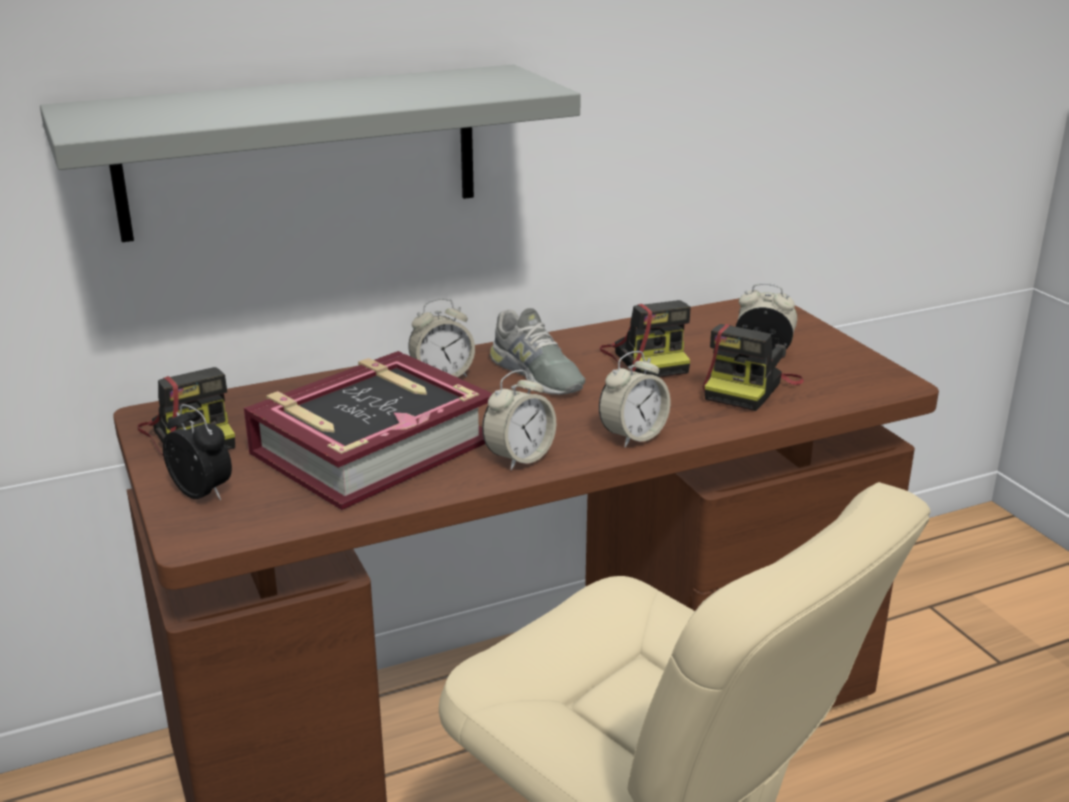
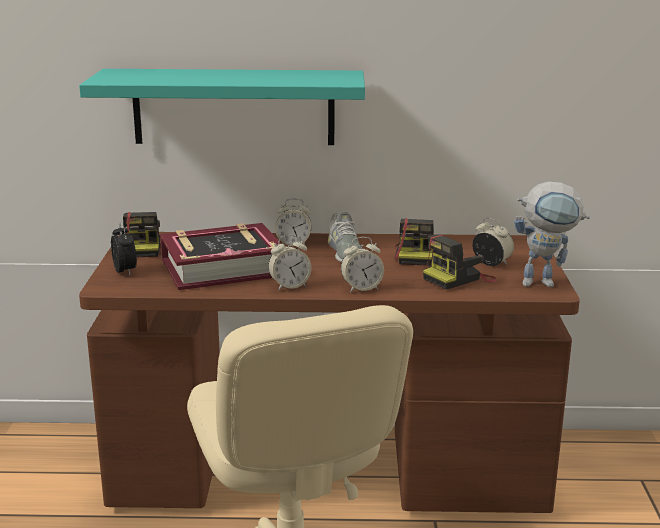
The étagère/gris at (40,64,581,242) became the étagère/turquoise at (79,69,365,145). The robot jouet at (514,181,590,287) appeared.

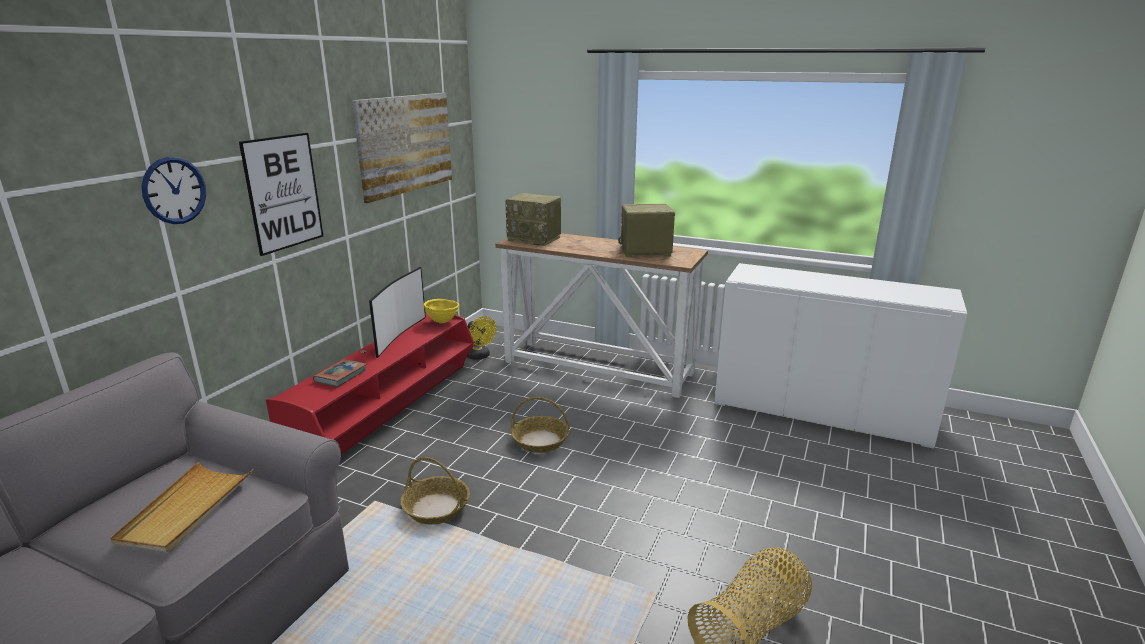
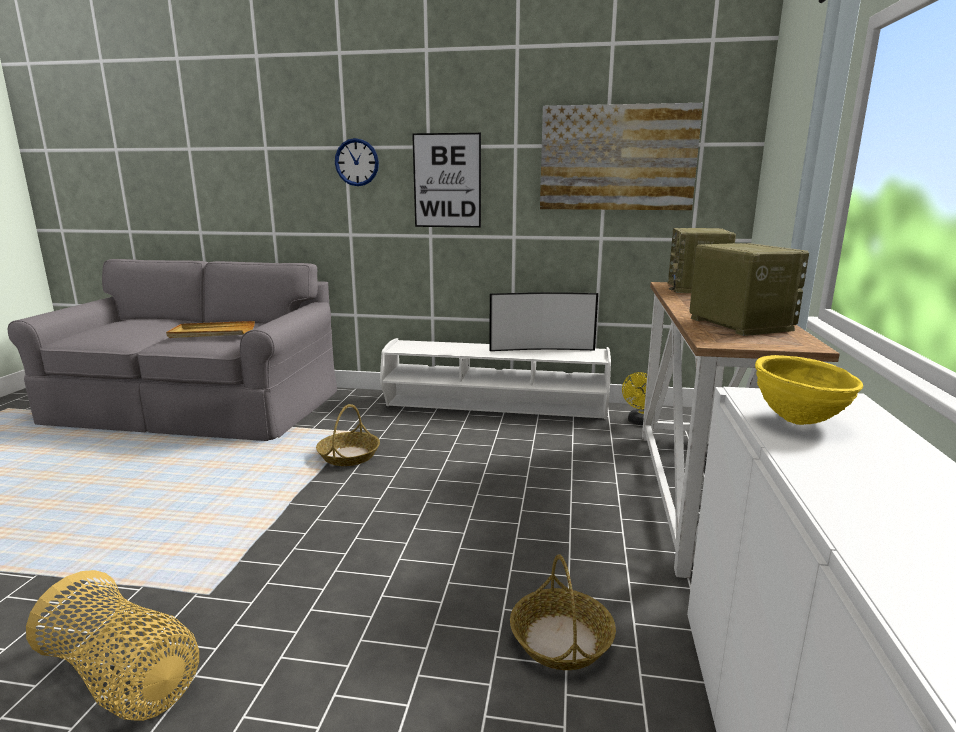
The meuble télé/rouge at (266,312,474,455) became the meuble télé/blanc at (380,338,611,419). The livre at (313,359,367,387) disappeared. The bol/jaune moved from (424,299,459,324) to (755,355,863,425). The panier moved from (511,397,569,453) to (510,554,616,670).

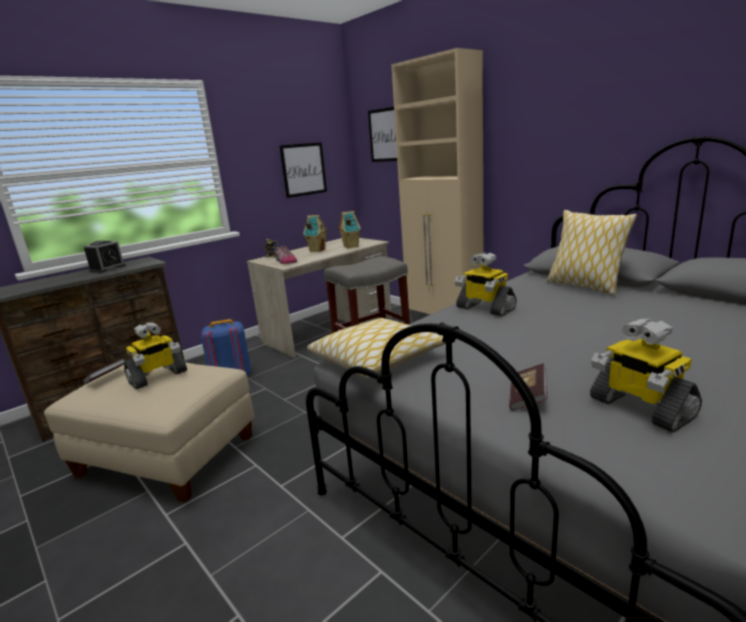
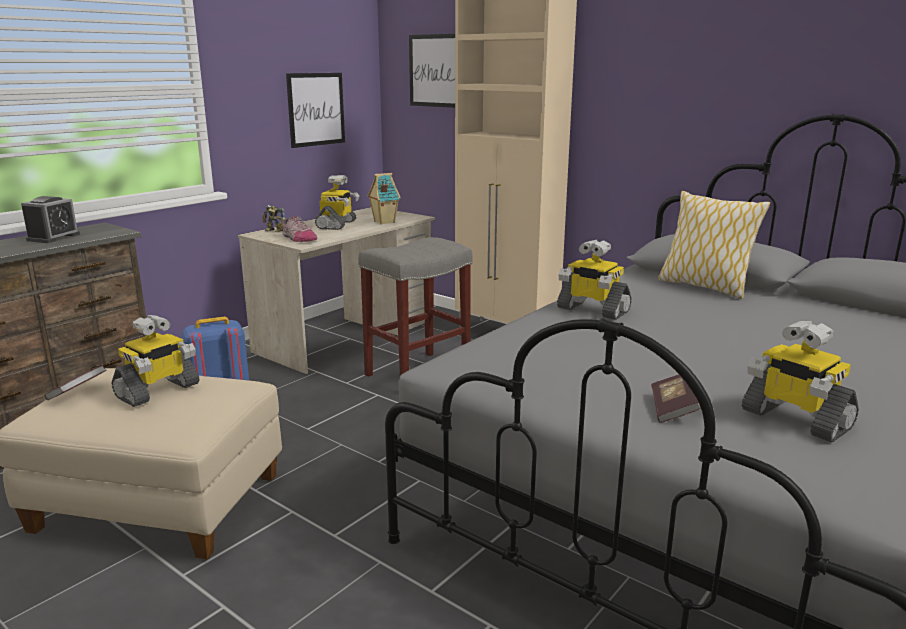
The maison miniature at (303,215,328,252) was replaced by the robot jouet at (315,175,359,230). The coussin at (307,318,446,378) disappeared.

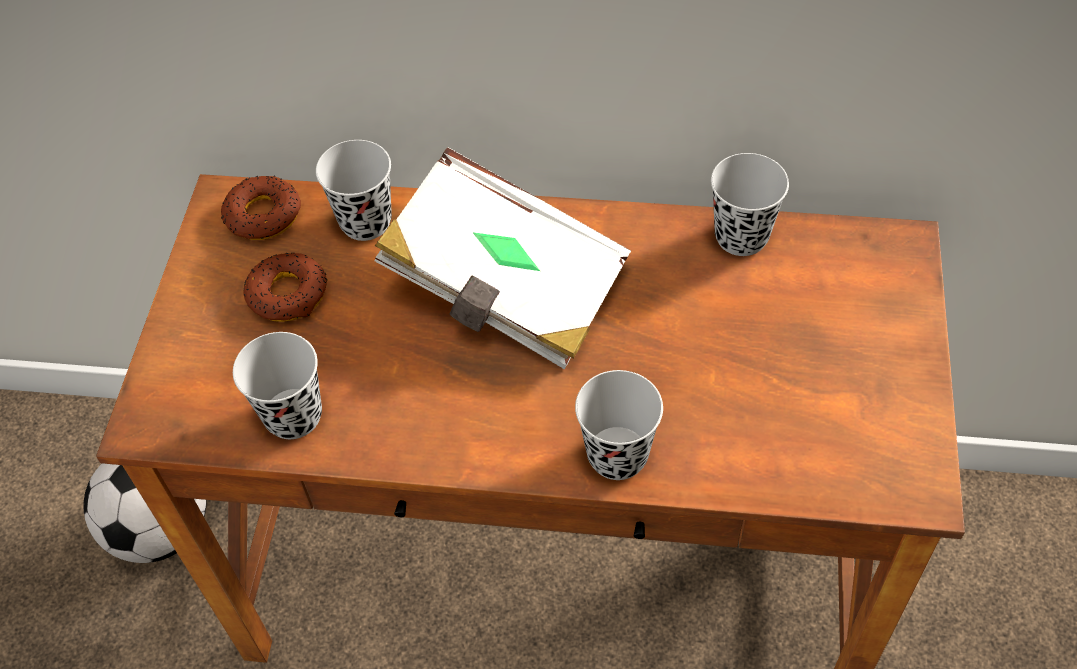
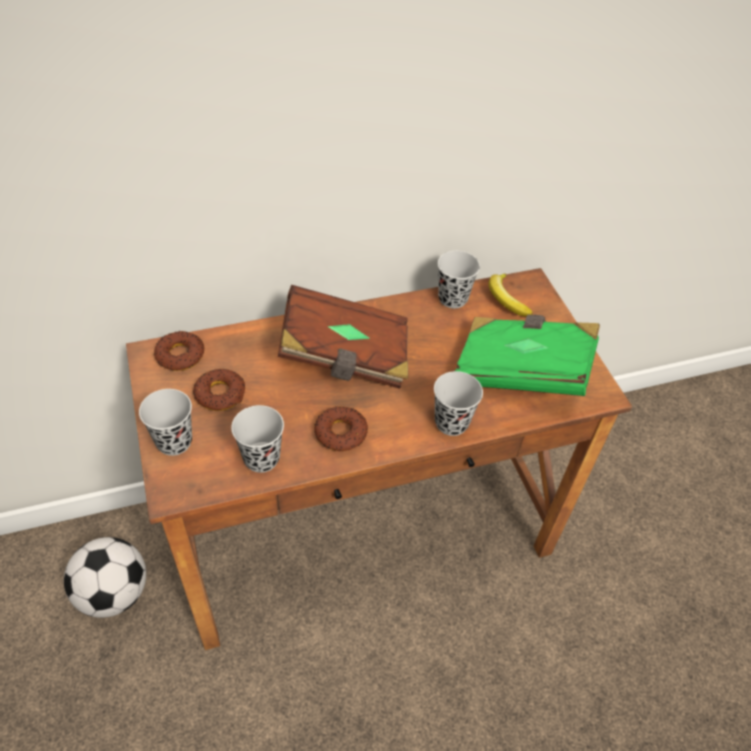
The tasse/noir moved from (316,140,392,241) to (139,389,192,456). The livre/blanc at (375,147,631,369) became the livre/marron at (278,285,408,389). The beignet at (314,406,368,451) appeared. The livre/vert at (455,315,600,396) appeared. The banane at (489,274,533,316) appeared.

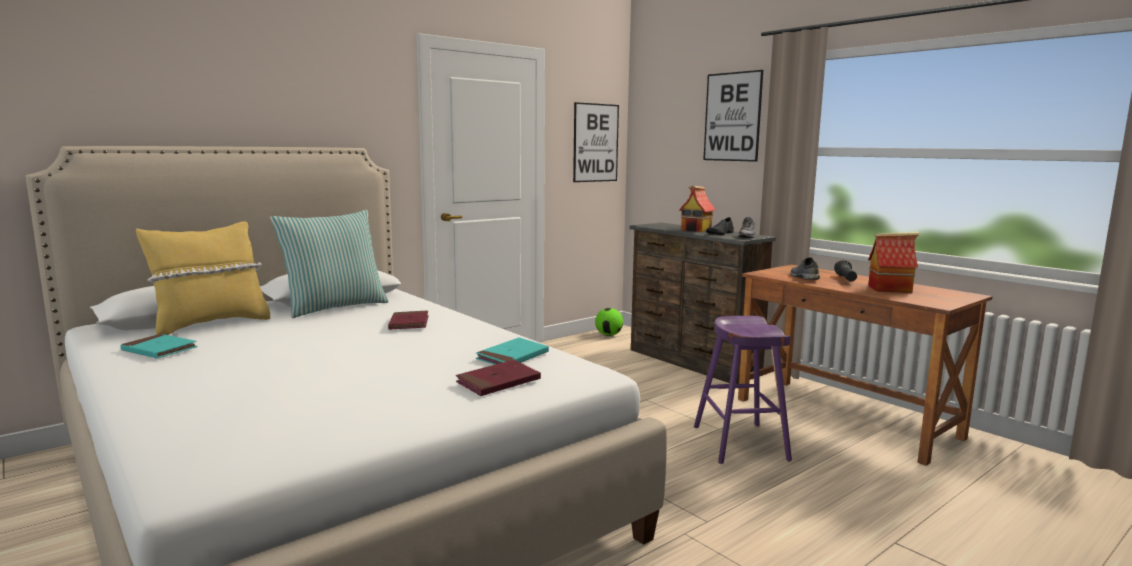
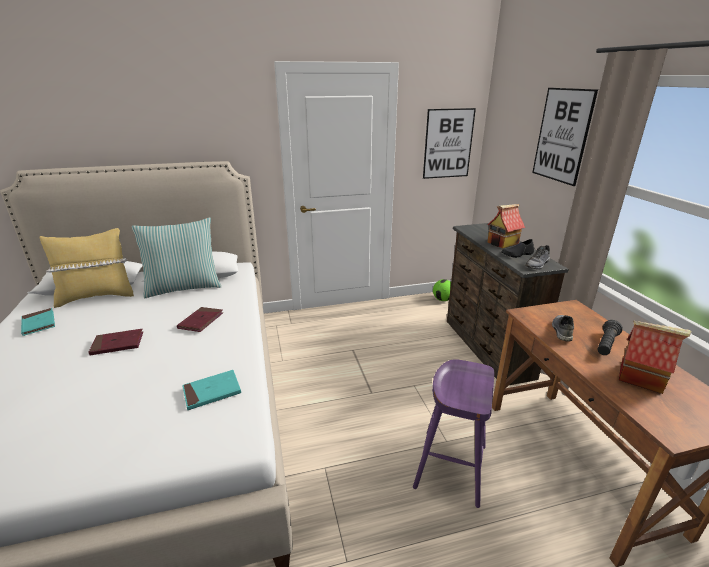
The livre/rouge moved from (456,360,541,396) to (88,329,143,355).

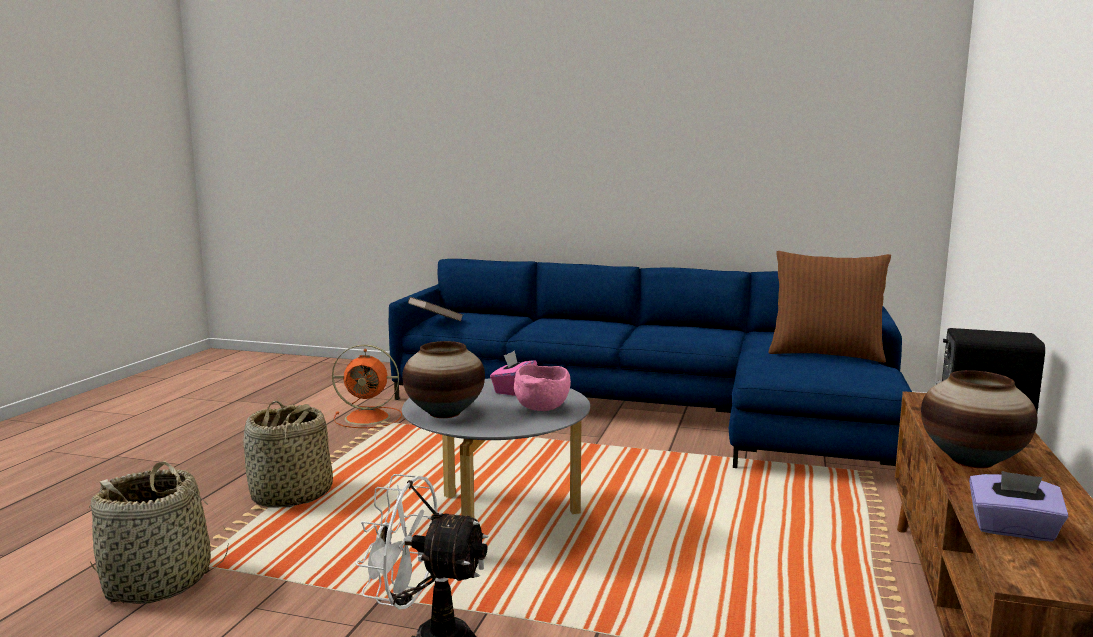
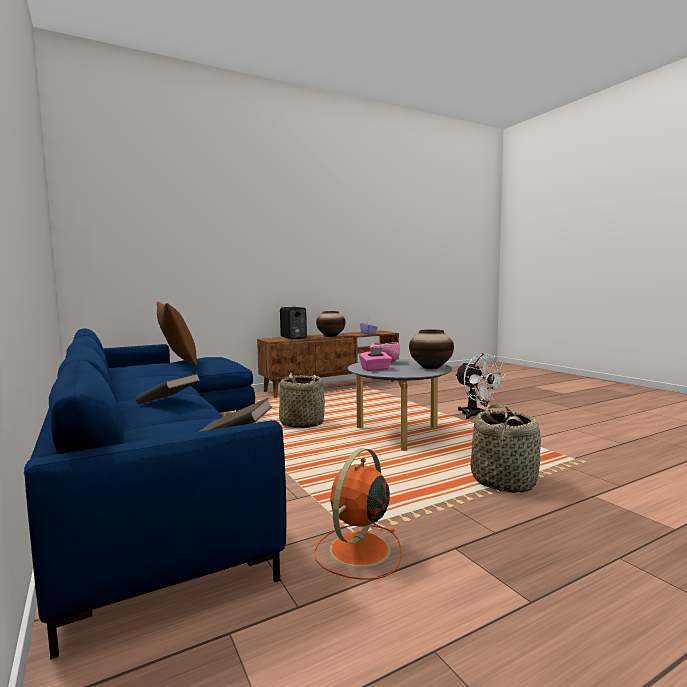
The panier moved from (88,461,229,604) to (279,372,325,428). The ventilateur/orange at (332,345,402,428) turned 105 degrees counterclockwise. The livre/marron at (136,373,201,404) appeared.

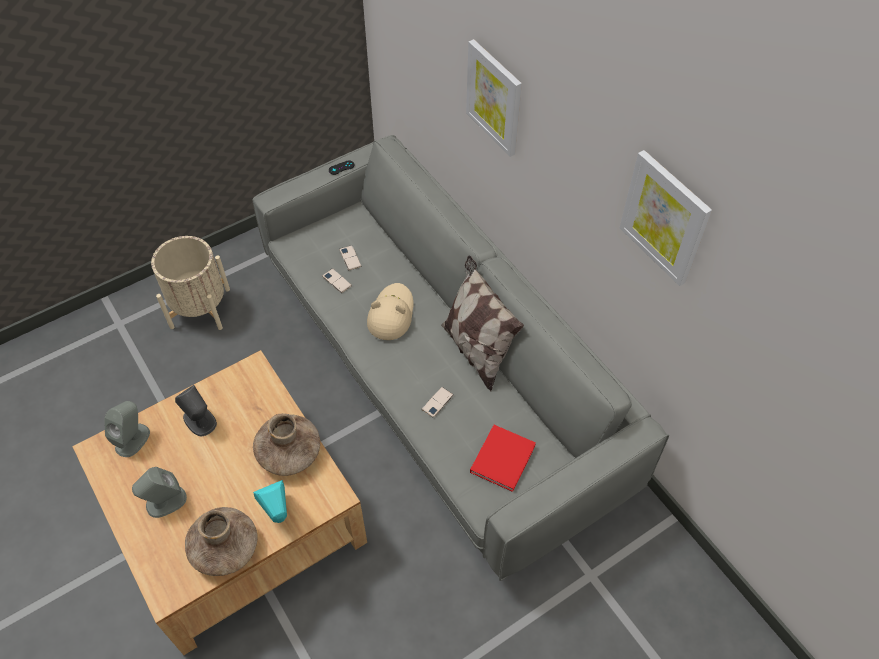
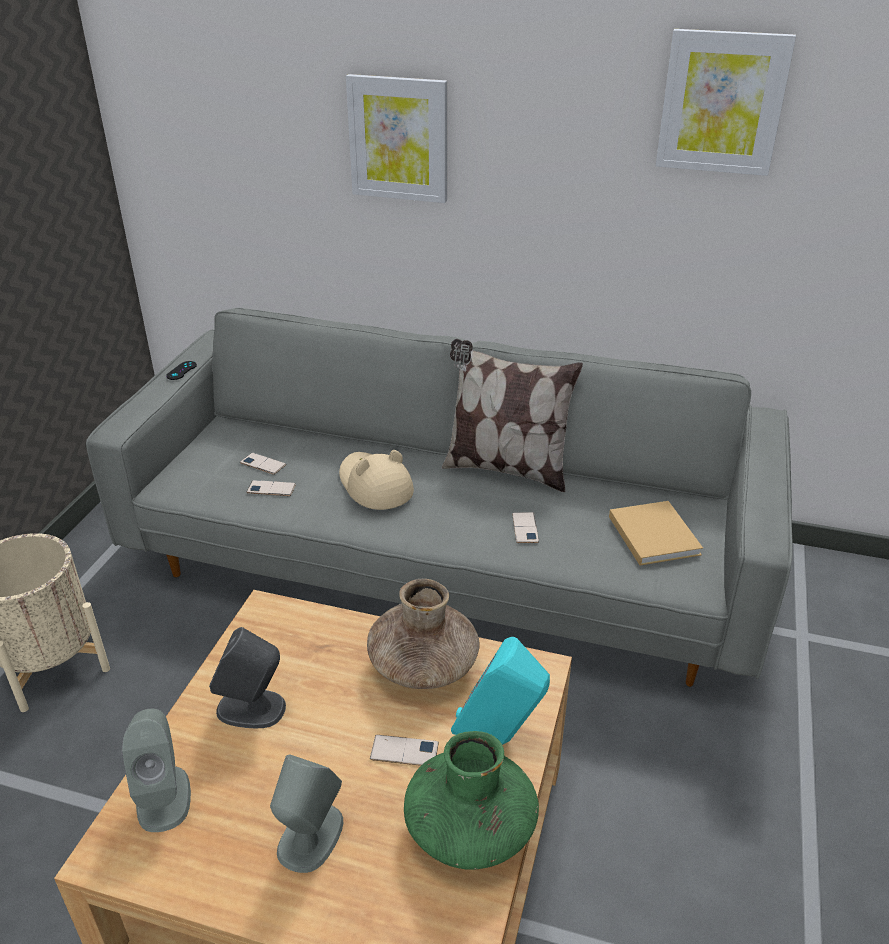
The vase/marron at (185,507,258,576) became the vase/vert at (404,731,539,870). The livre/rouge at (470,425,536,492) became the livre/beige at (609,501,703,565). The téléphone at (370,735,439,766) appeared.

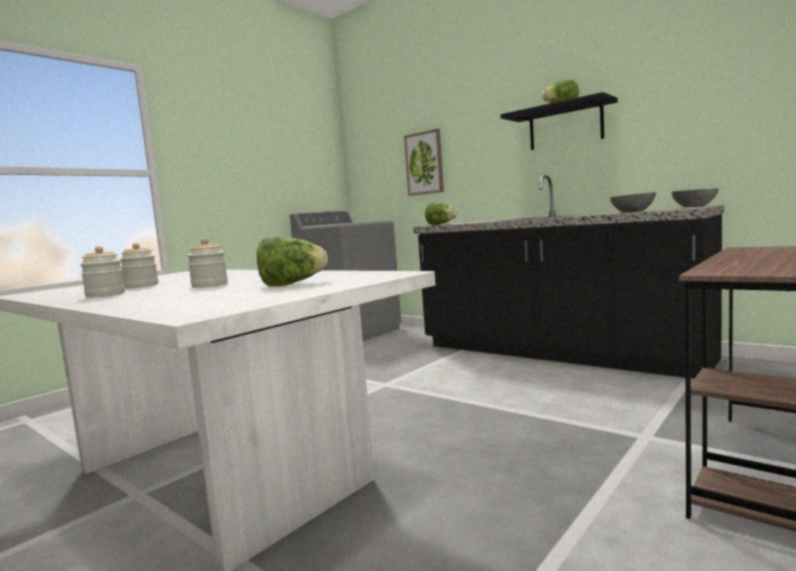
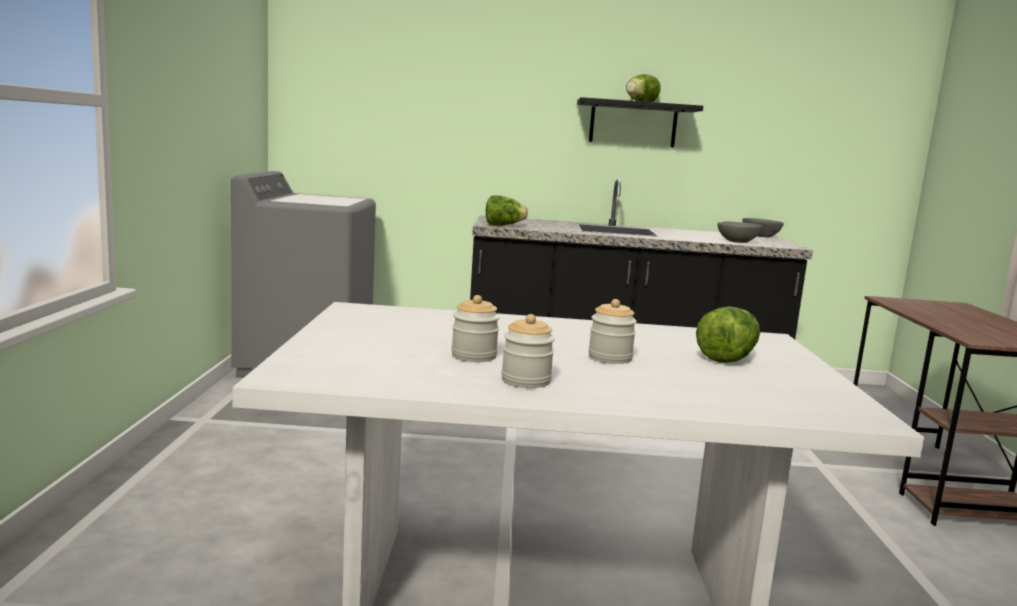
The tableau at (404,129,444,196) disappeared.

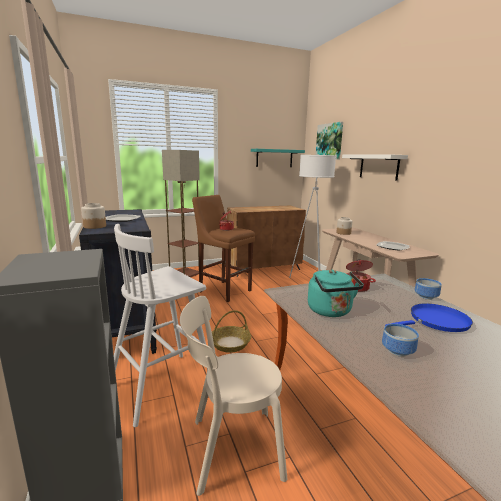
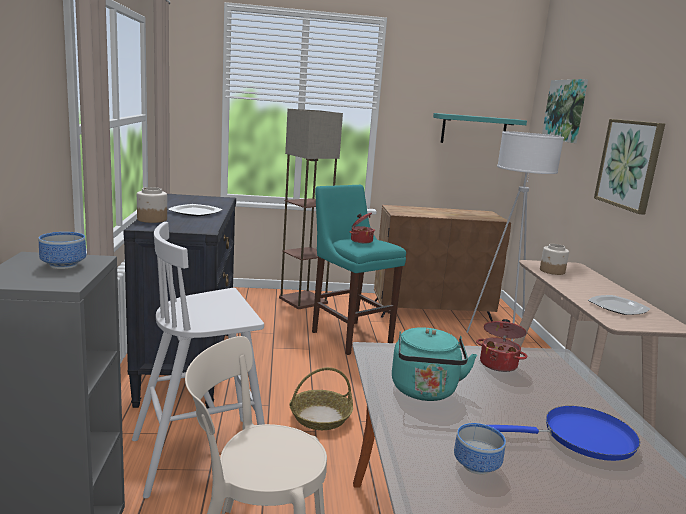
The tabouret/marron at (192,195,255,302) became the tabouret/turquoise at (312,185,406,355). The étagère/blanc at (342,155,408,180) was replaced by the tableau at (594,119,665,215). The bol moved from (415,278,442,300) to (39,232,86,269).

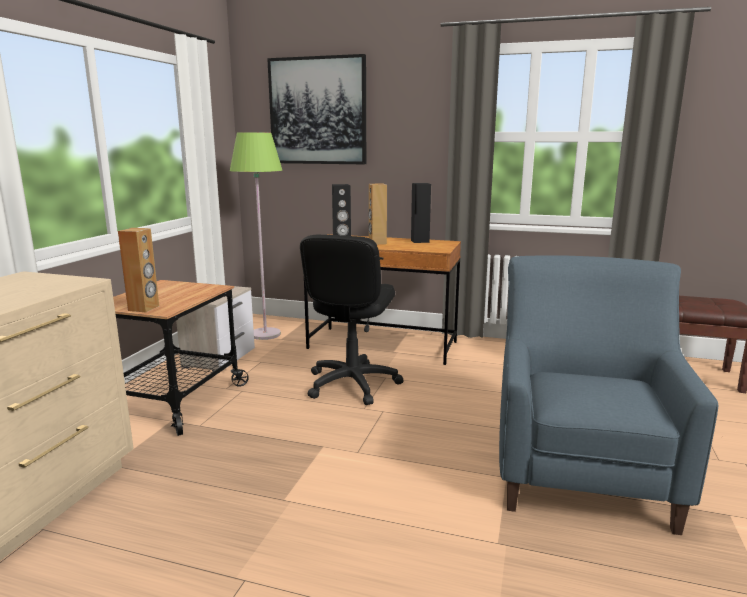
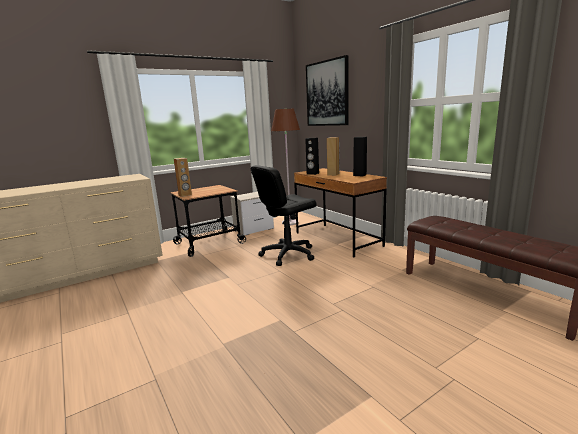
The lampadaire/vert at (230,132,282,340) became the lampadaire/marron at (271,109,300,225). The fauteuil/bleu at (499,255,718,535) disappeared.

